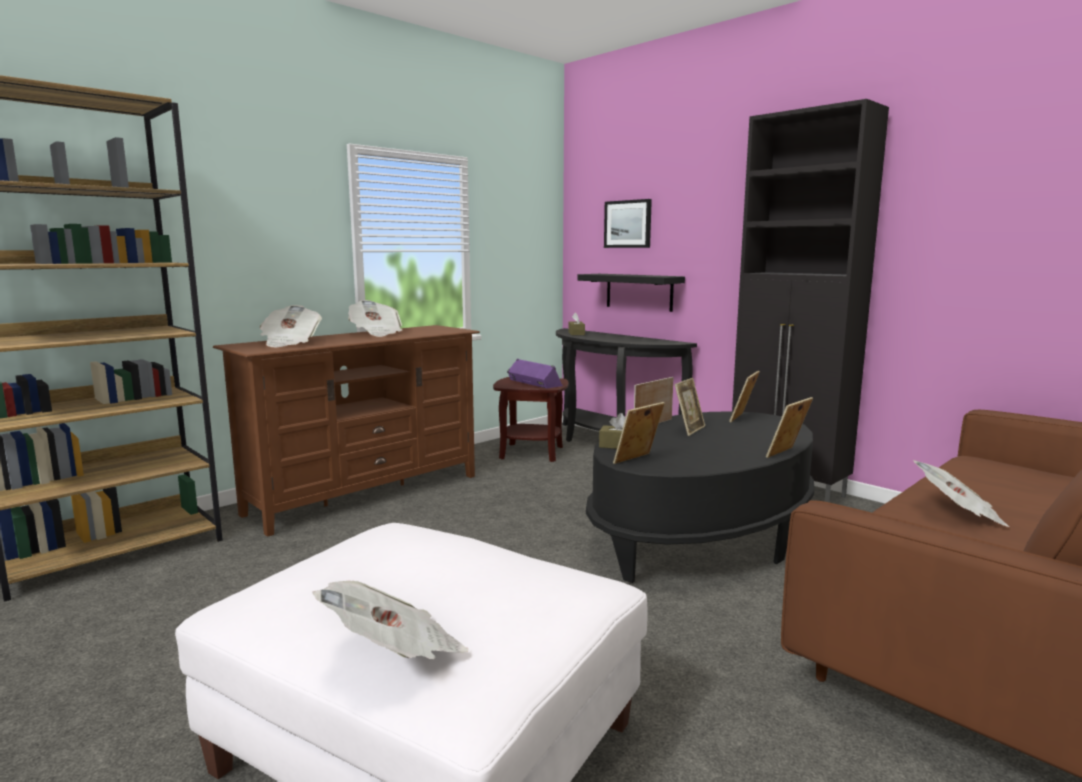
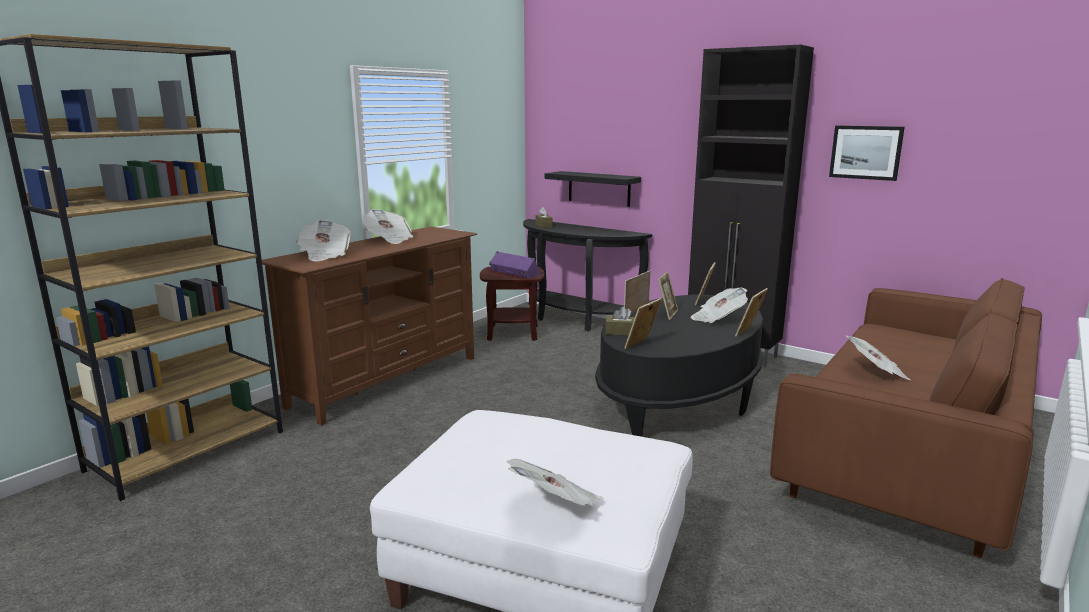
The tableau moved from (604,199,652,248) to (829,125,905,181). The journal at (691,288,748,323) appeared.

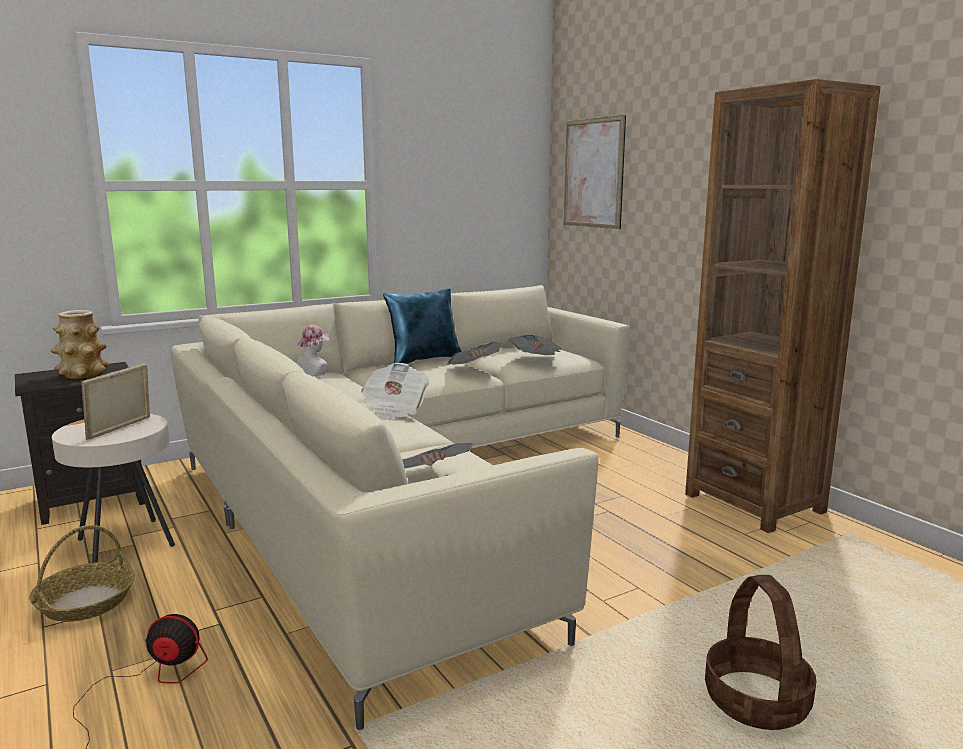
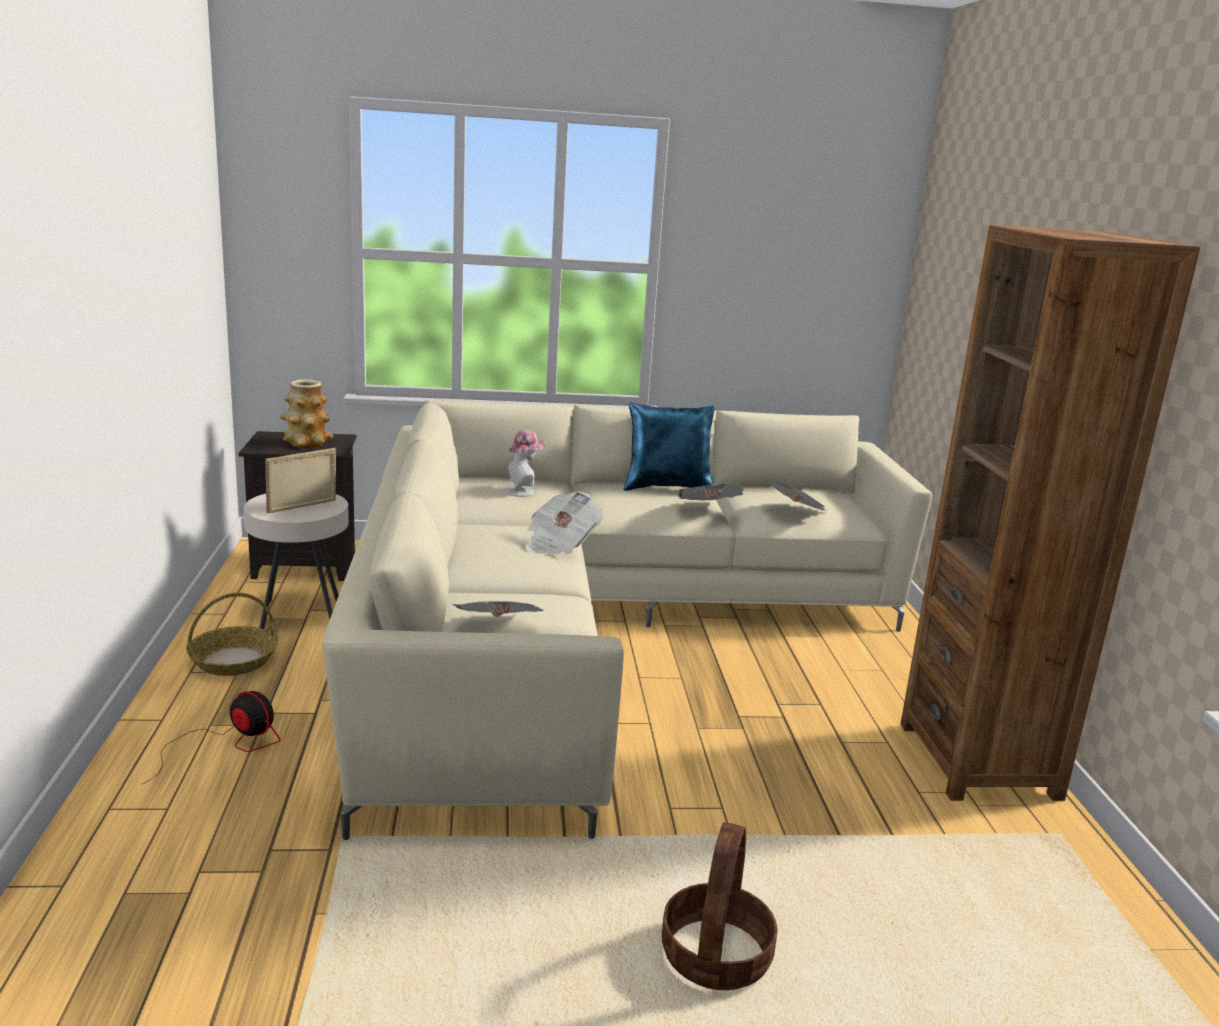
The tableau at (564,115,626,229) disappeared.

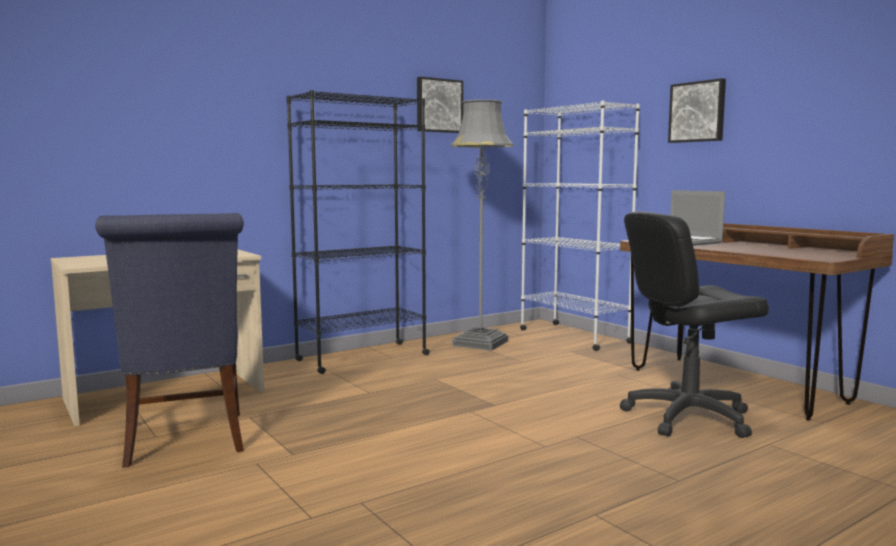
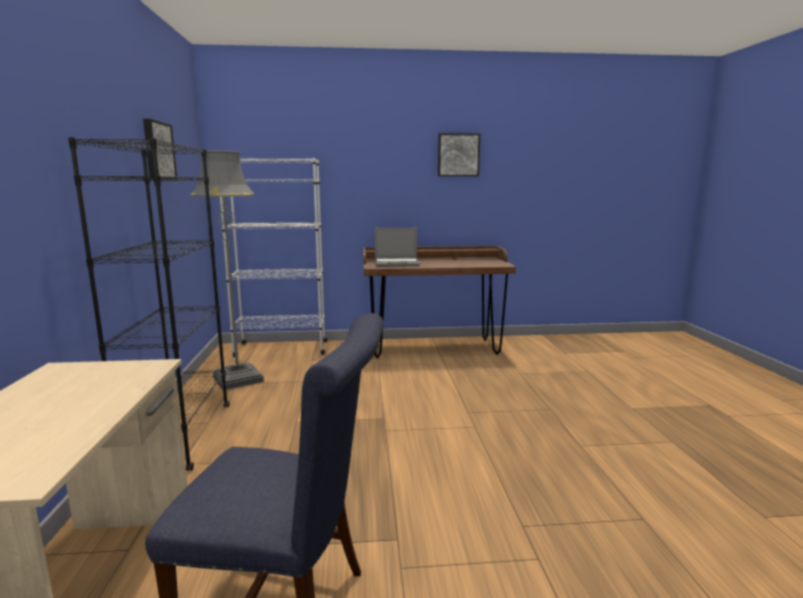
The chaise de bureau/noir at (620,211,769,438) disappeared. The tableau moved from (668,78,726,143) to (438,133,480,176).

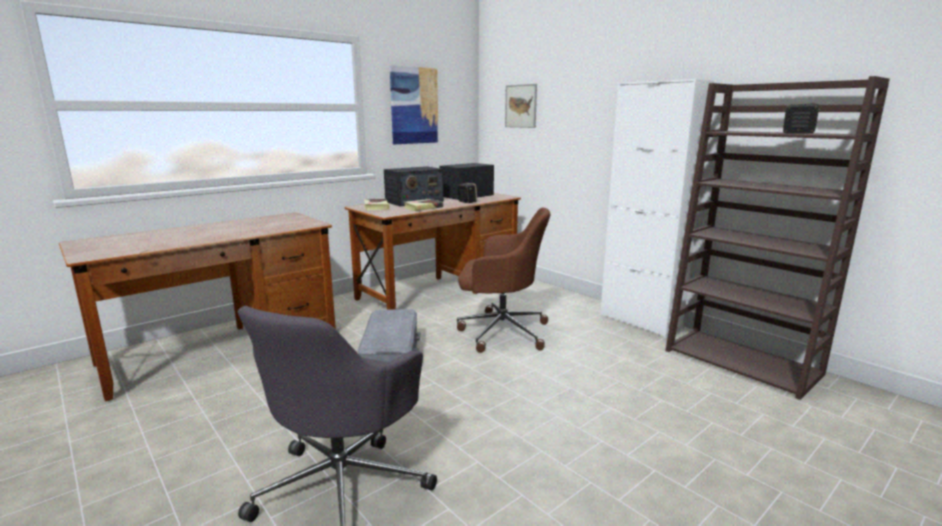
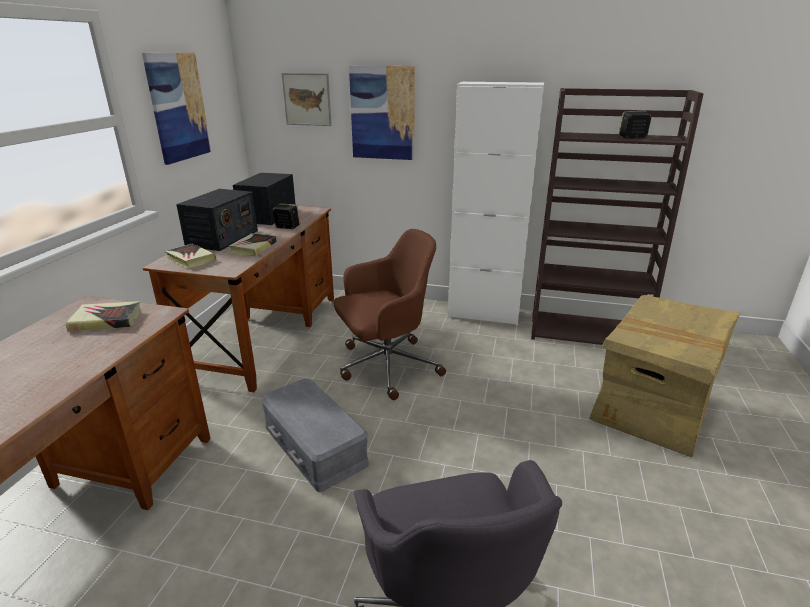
The livre at (66,301,141,332) appeared. The tableau at (349,65,415,160) appeared. The carton at (589,295,740,457) appeared.

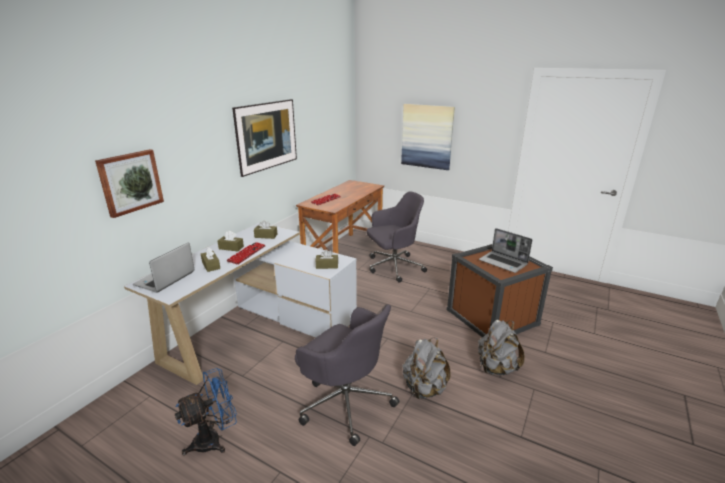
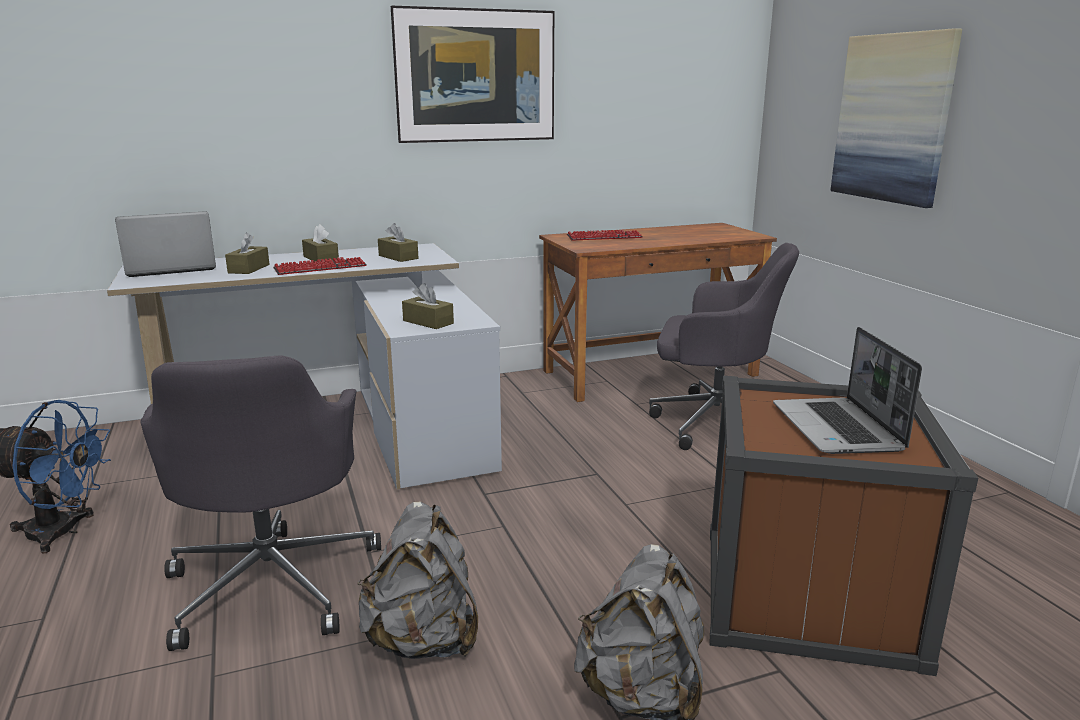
The tableau at (95,149,164,218) disappeared.

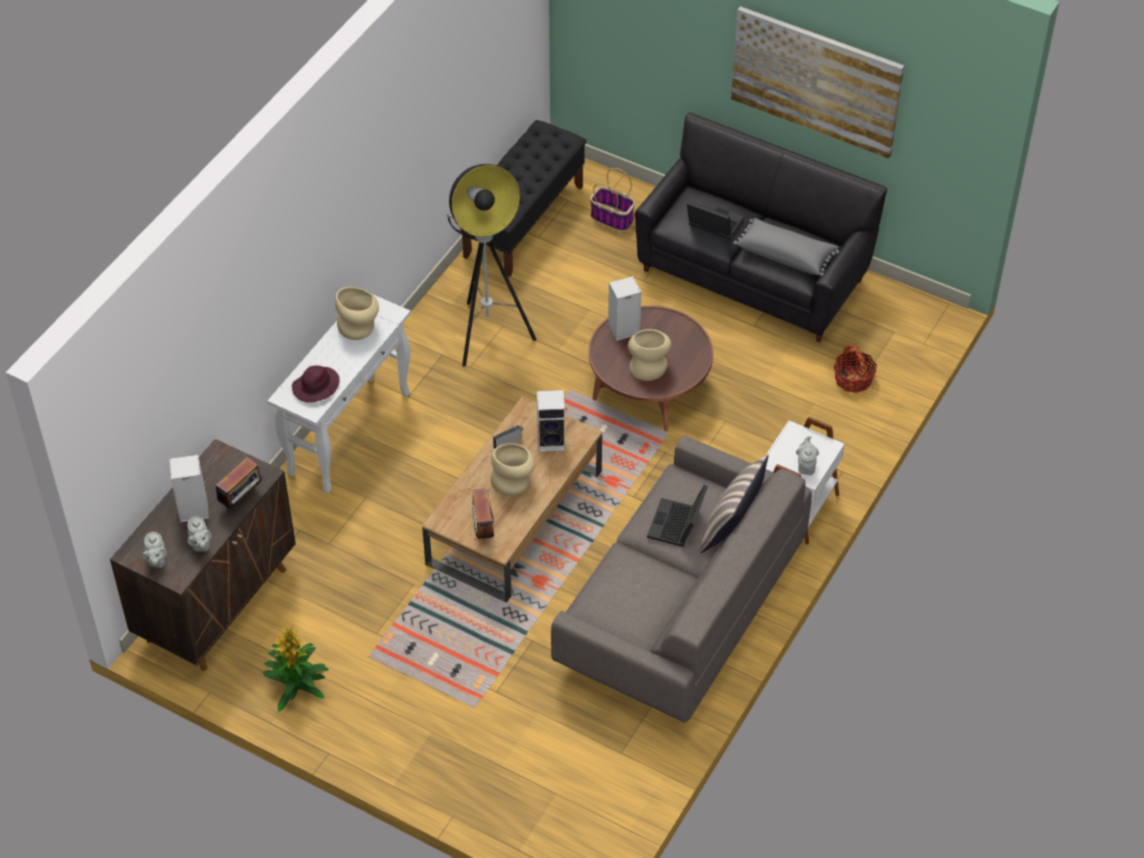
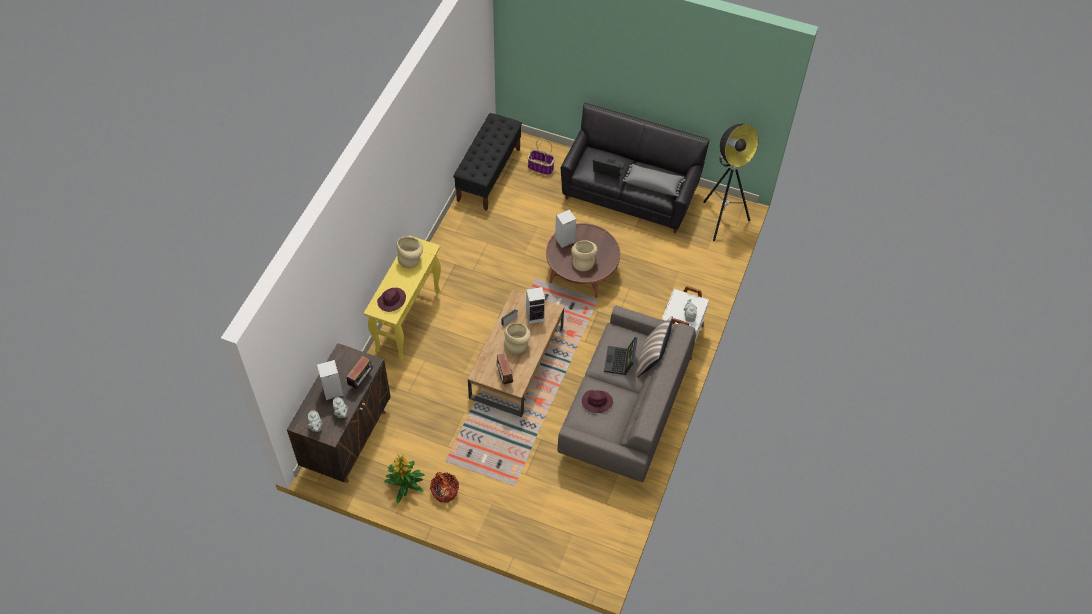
The table console/blanc at (267,294,411,494) became the table console/jaune at (364,235,441,360). The lampadaire moved from (447,164,537,367) to (703,124,758,241). The tableau at (731,6,904,159) disappeared. The panier moved from (834,344,877,393) to (430,472,459,503). The chapeau/violet at (582,390,613,413) appeared.

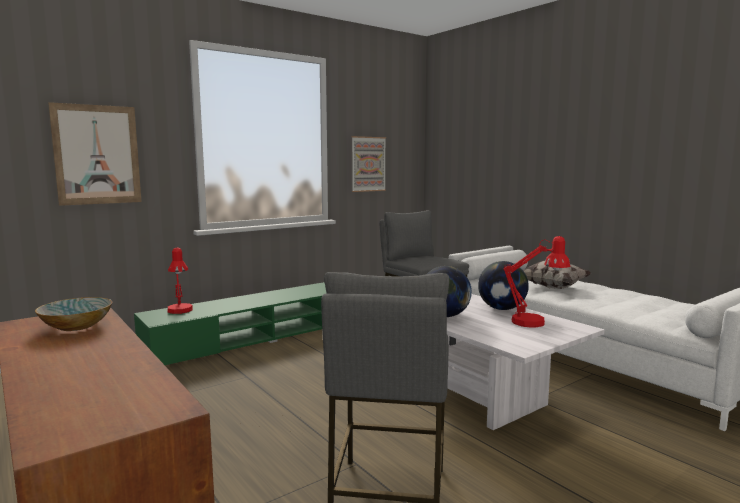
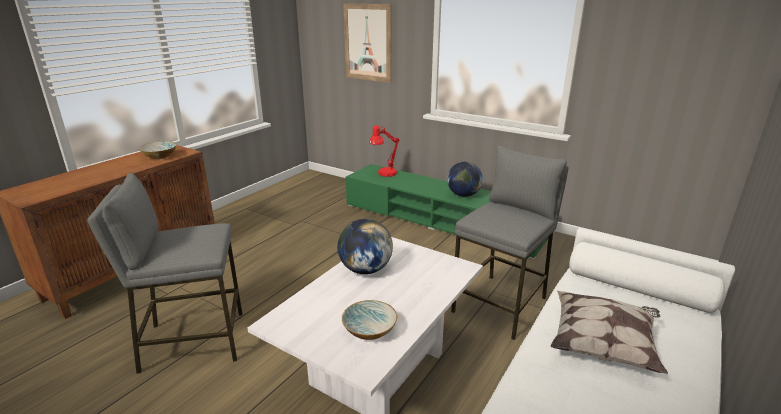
The tableau at (352,136,386,192) disappeared. The globe moved from (478,261,529,310) to (447,161,483,197). The lampe de table/rouge at (503,236,570,328) was replaced by the bol at (342,300,397,340).

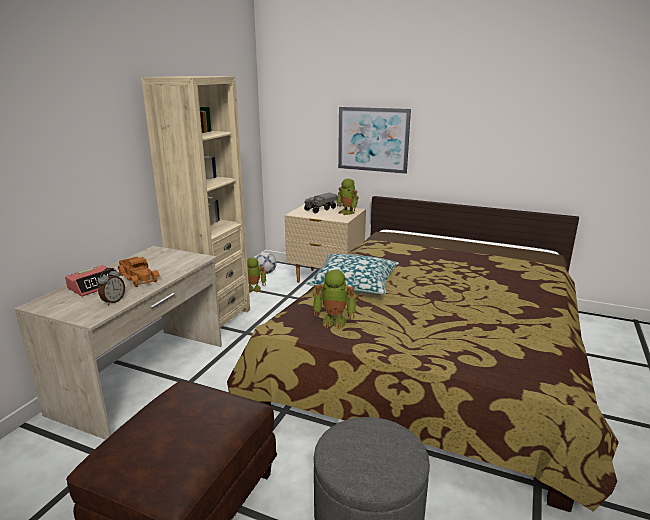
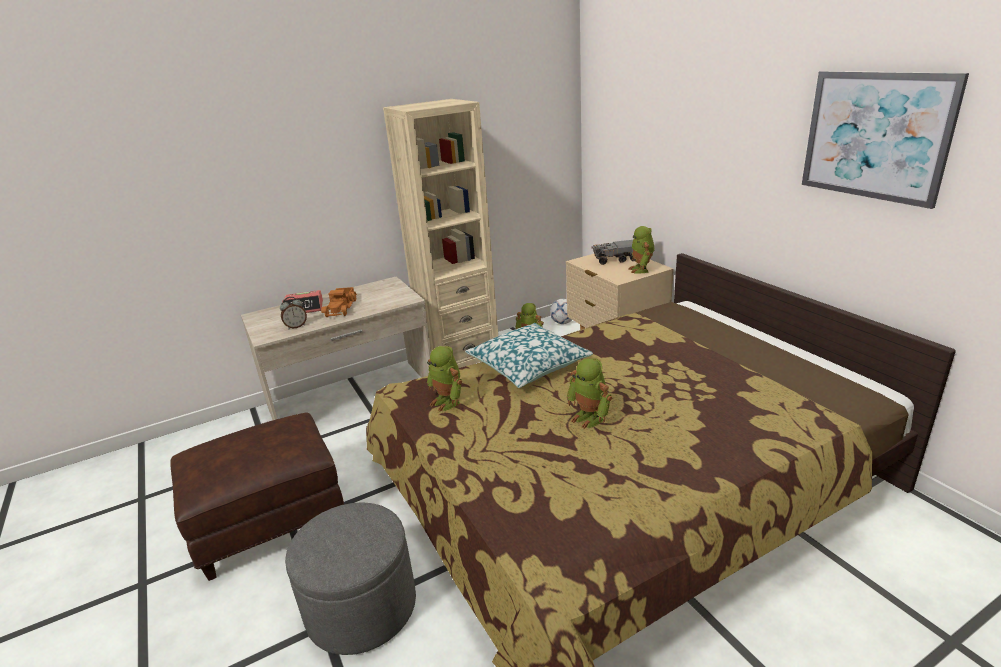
The tableau moved from (338,107,411,174) to (802,71,969,209). The robot jouet at (567,359,612,429) appeared.

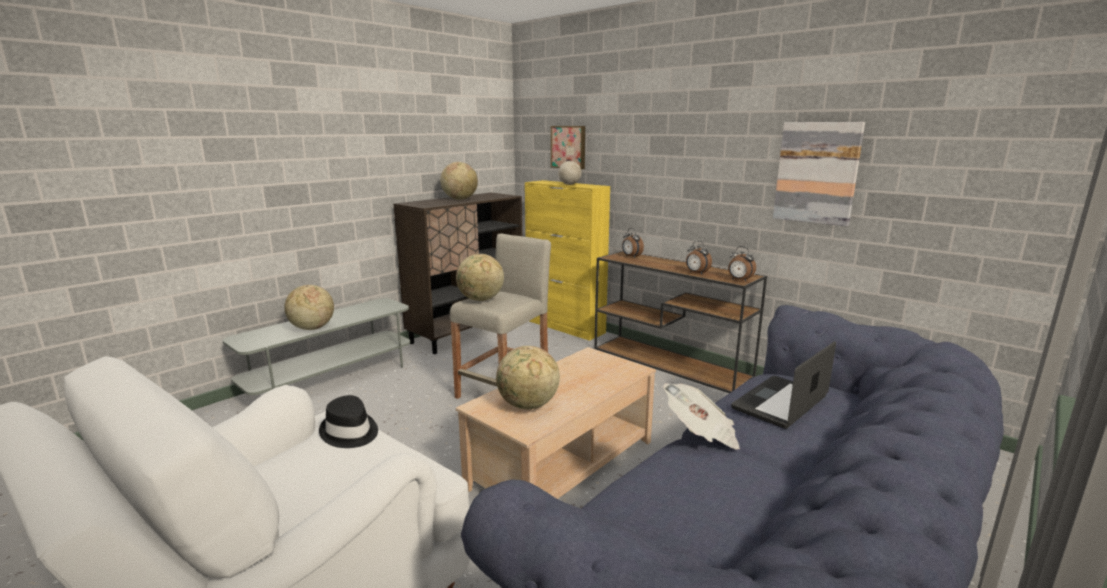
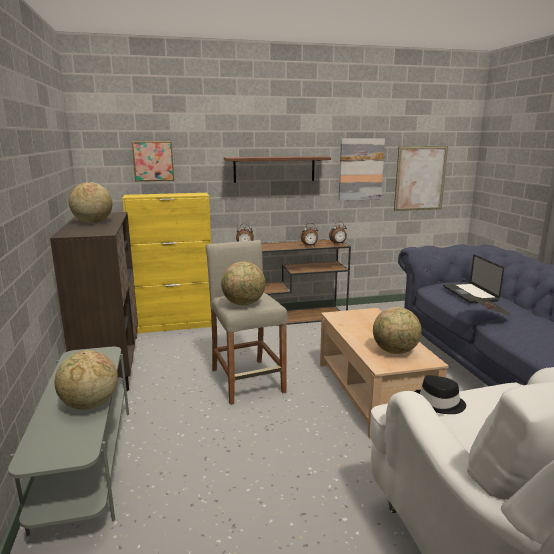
The globe at (558,147,582,185) disappeared. The étagère at (224,156,331,183) appeared. The tableau at (394,146,448,211) appeared.

